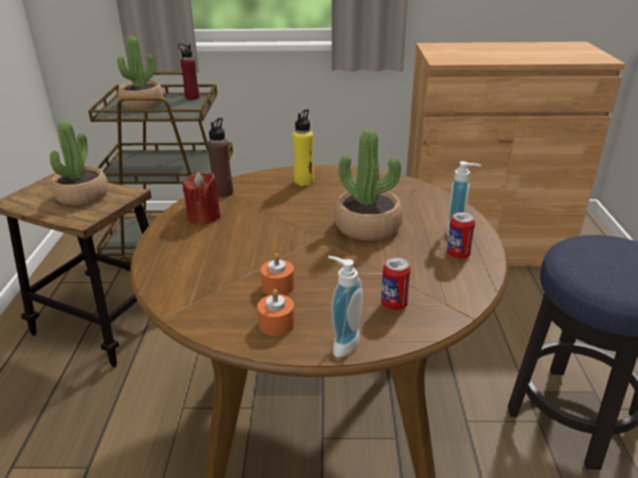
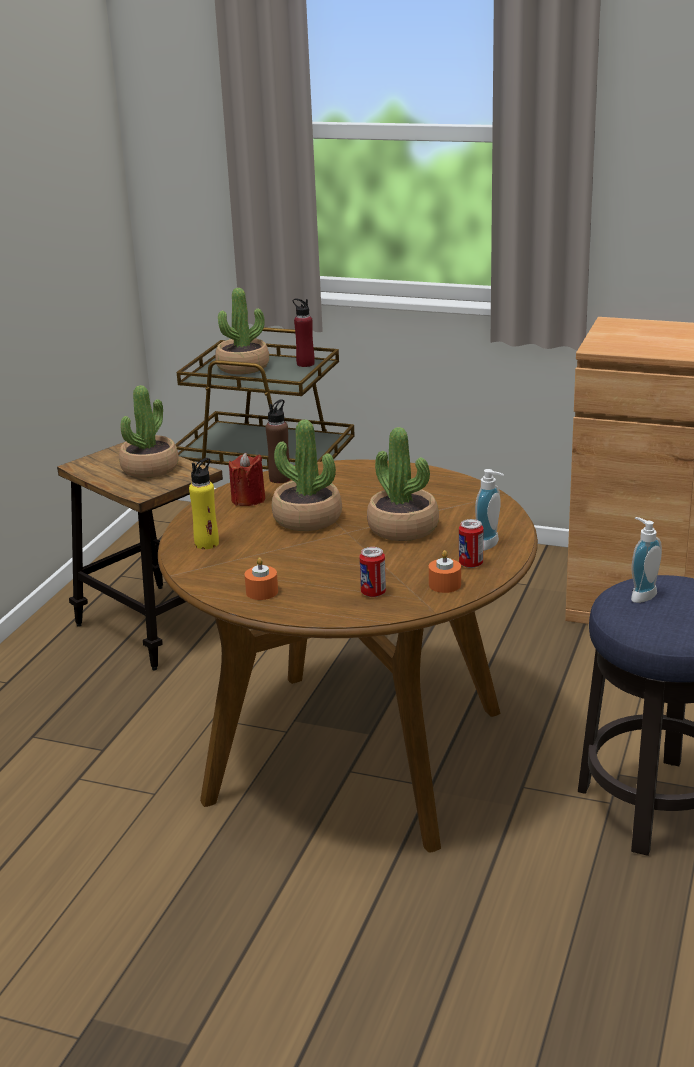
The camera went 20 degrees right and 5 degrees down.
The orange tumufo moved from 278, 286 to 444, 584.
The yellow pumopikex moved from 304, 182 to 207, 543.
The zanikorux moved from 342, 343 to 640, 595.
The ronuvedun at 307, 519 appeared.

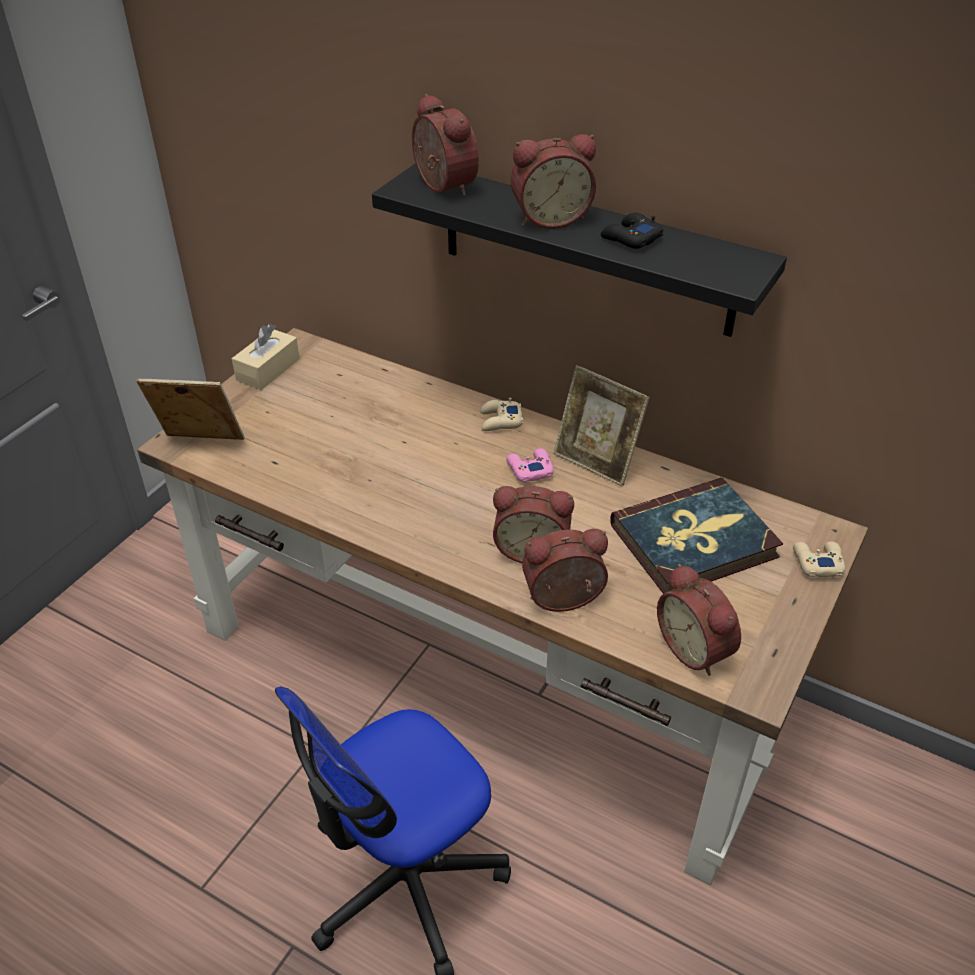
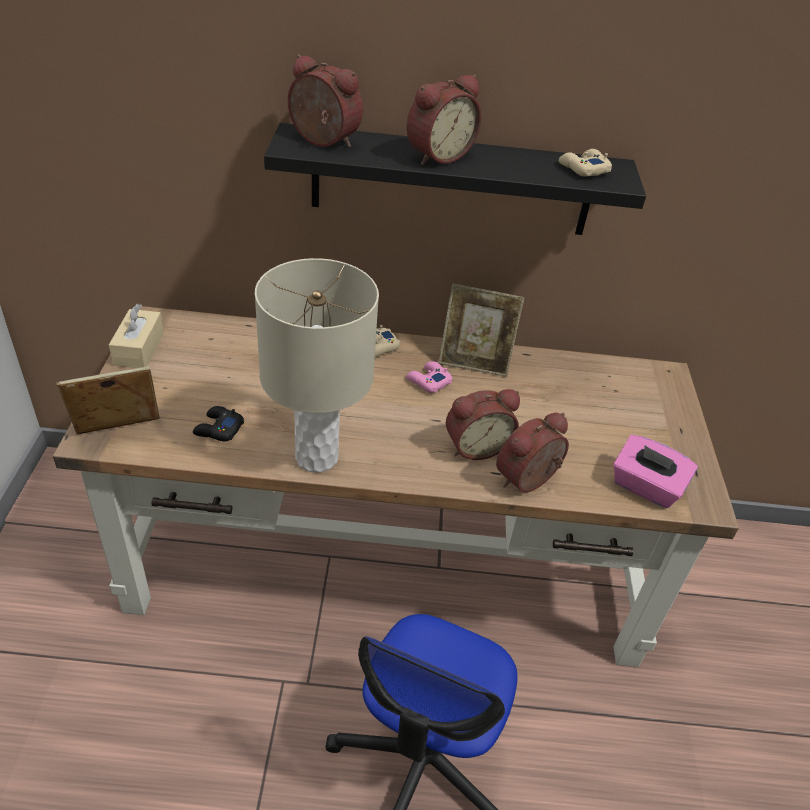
The camera went 30 degrees left and 0 degrees up.
The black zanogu moved from 630, 238 to 218, 429.
The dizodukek at 694, 541 disappeared.
The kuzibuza at 696, 648 was replaced by the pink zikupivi at 645, 487.
The beige zanogu moved from 817, 562 to 583, 169.
The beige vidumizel at 317, 457 appeared.

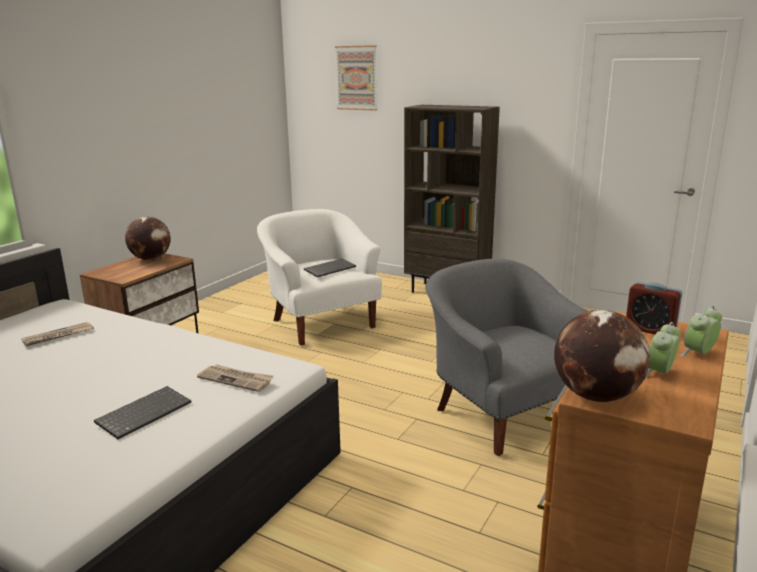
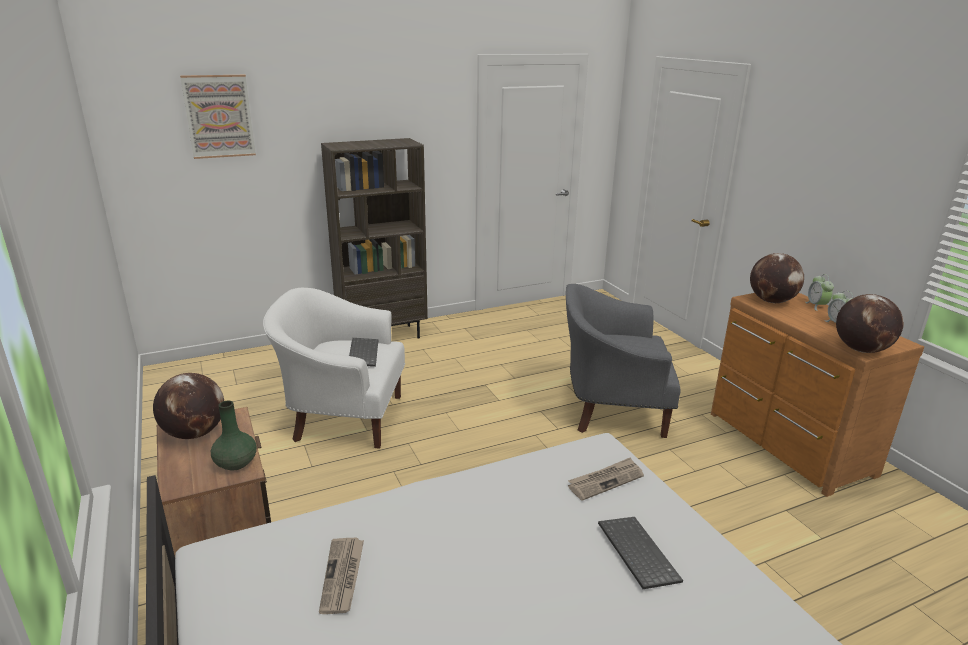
The camera went 55 degrees left and 5 degrees up.
The kuzibuza at 650, 329 was replaced by the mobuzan at 771, 301.
The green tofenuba at 236, 463 appeared.

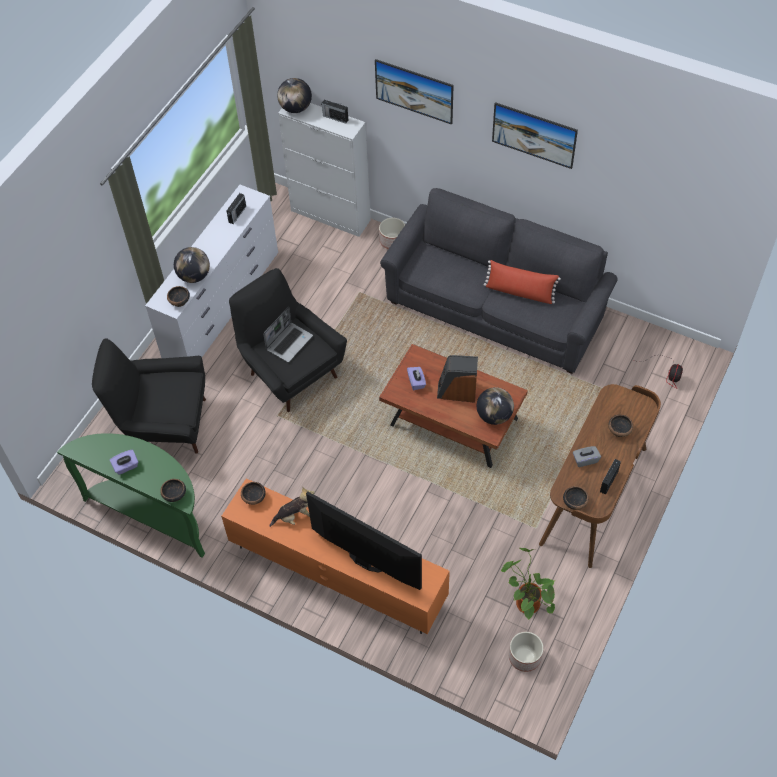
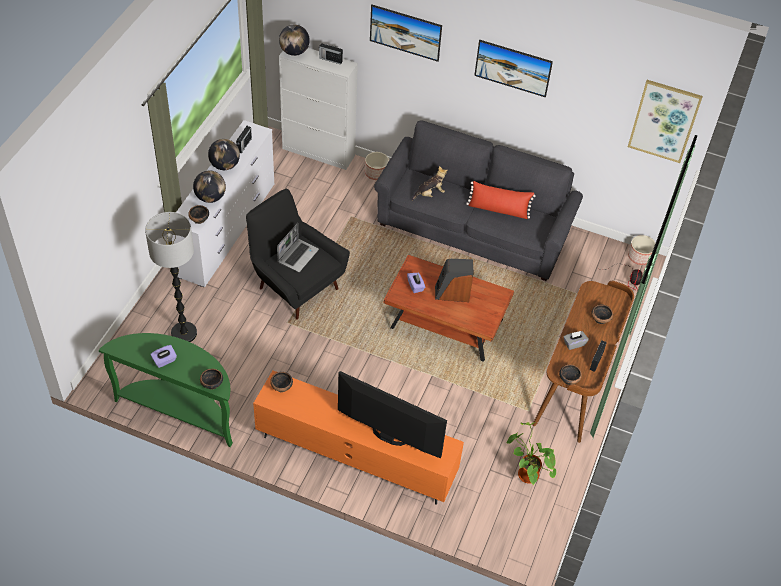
The camera went 10 degrees left and 5 degrees down.
The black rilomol at 164, 424 was replaced by the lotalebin at 184, 333.
The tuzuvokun moved from 295, 516 to 430, 193.
The mobuzan moved from 494, 416 to 225, 165.
The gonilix moved from 524, 656 to 639, 256.
The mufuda at 664, 121 appeared.

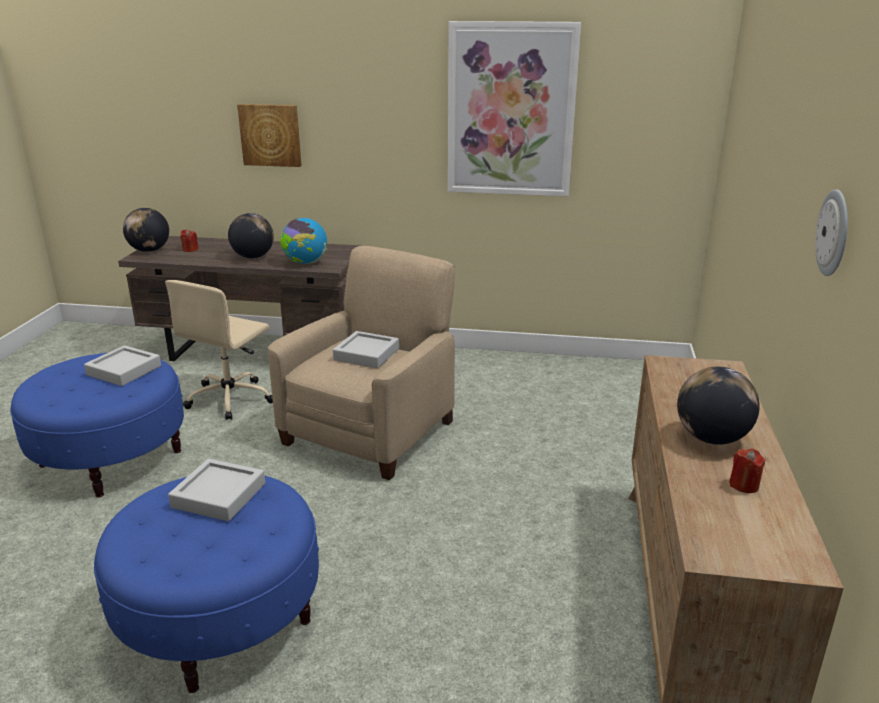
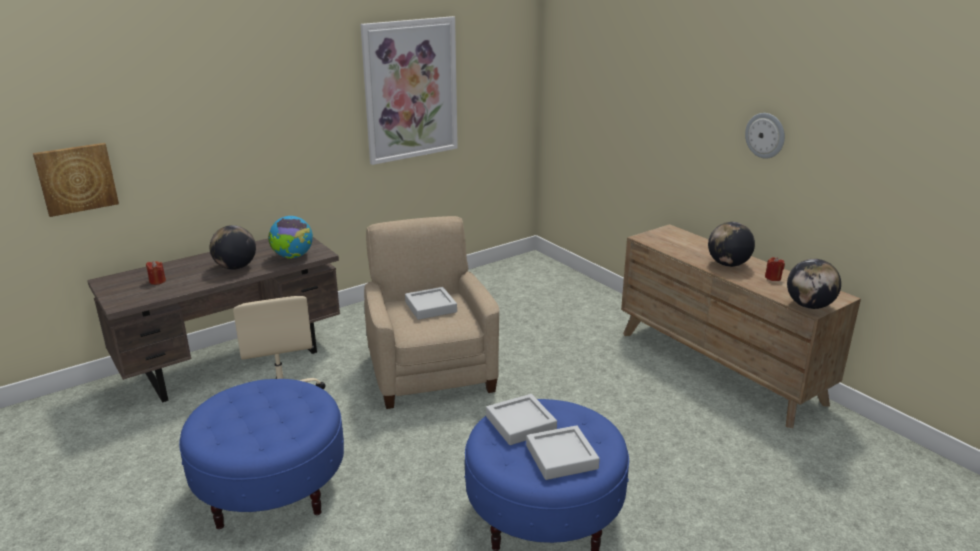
The camera went 45 degrees left and 0 degrees up.
The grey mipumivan moved from 124, 370 to 561, 457.
The mobuzan moved from 149, 250 to 809, 306.
The mufuda moved from 270, 135 to 76, 178.

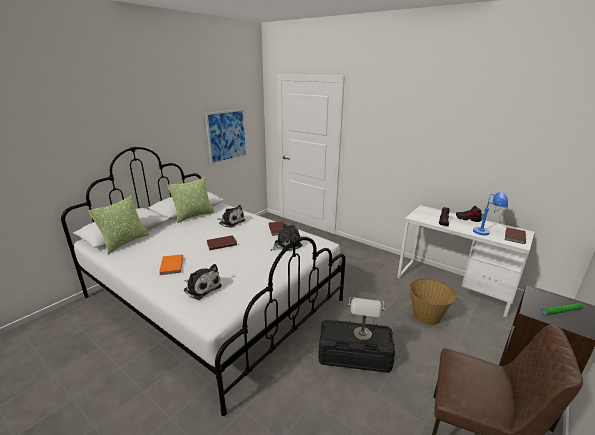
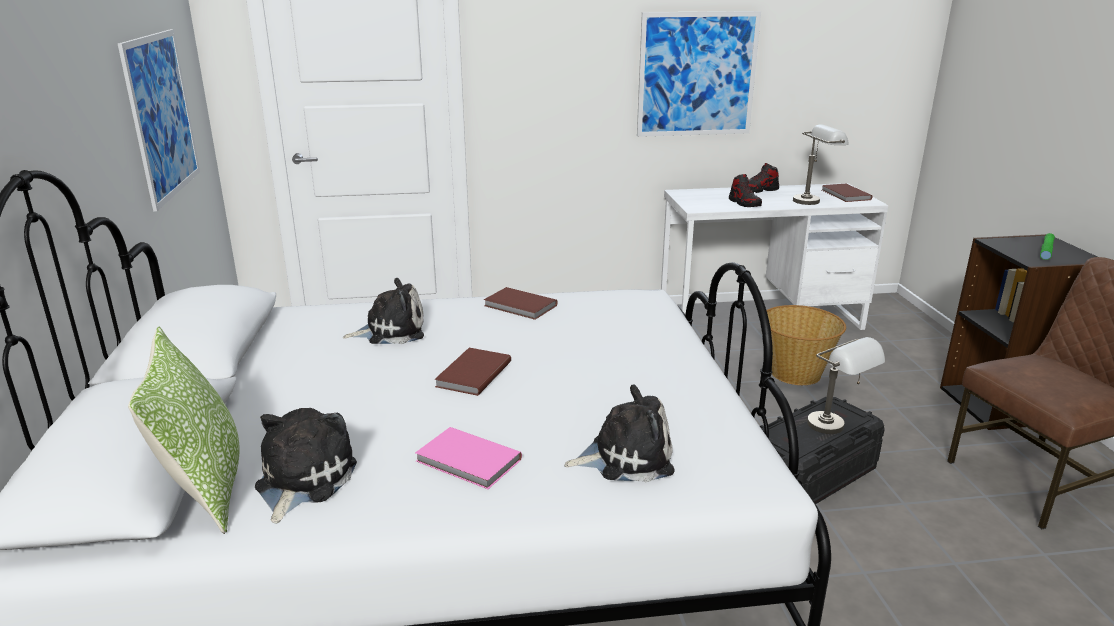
The camera went 45 degrees left and 0 degrees up.
The orange dizodukek at 171, 266 became the pink dizodukek at 468, 462.
The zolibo at 194, 216 disappeared.
The tuzuvokun moved from 286, 244 to 302, 480.
The blue vidumizel at 486, 233 became the grey vidumizel at 813, 200.
The mufuda at 697, 74 appeared.

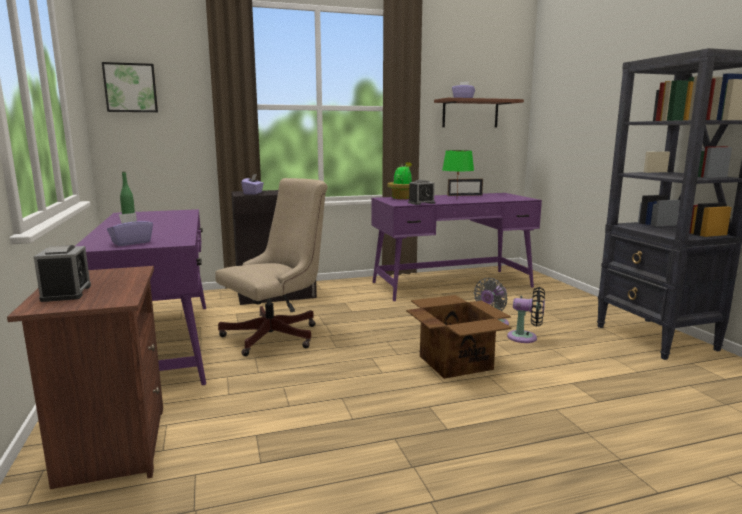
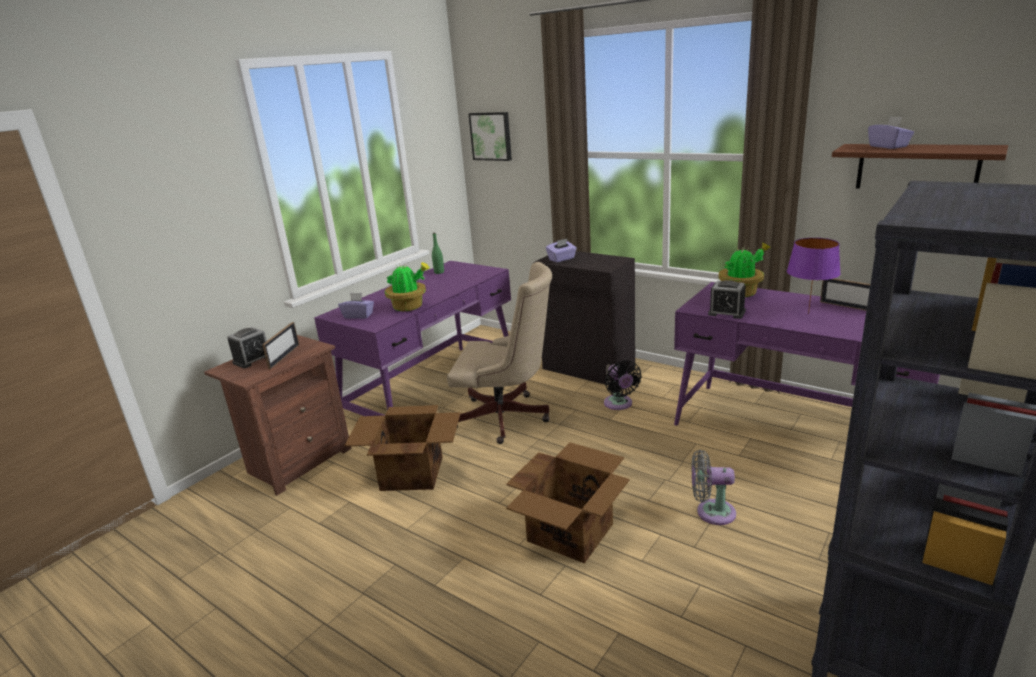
The camera went 55 degrees right and 10 degrees up.
The green vidumizel at 456, 198 became the purple vidumizel at 808, 313.
The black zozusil moved from 525, 338 to 619, 404.
The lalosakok at 284, 356 appeared.
The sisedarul at 411, 473 appeared.
The ronuvedun at 409, 307 appeared.

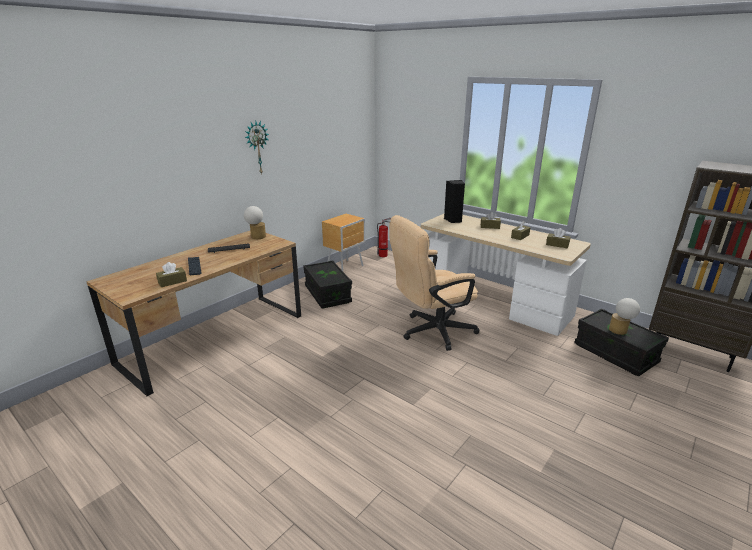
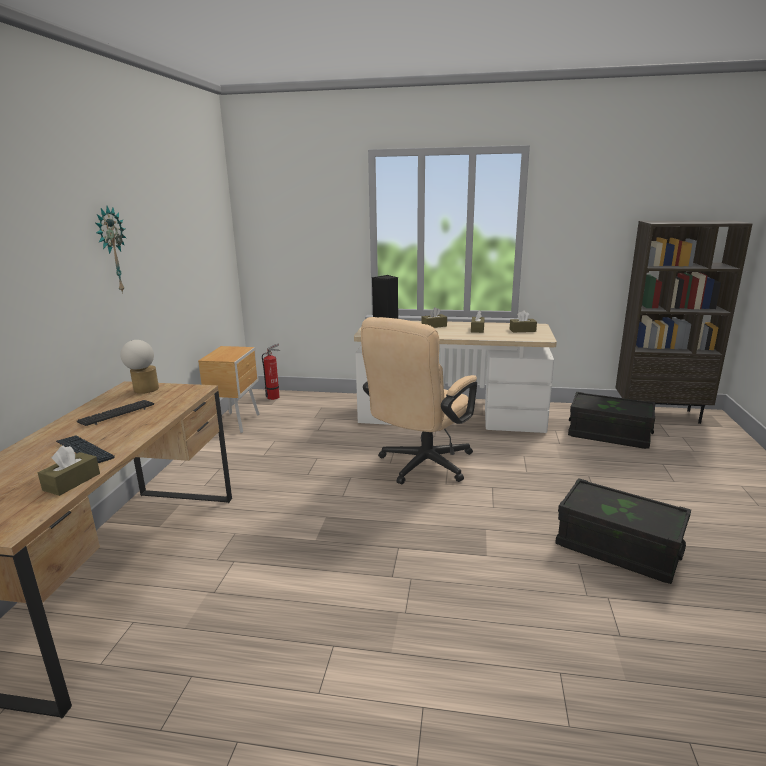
The camera went 30 degrees left and 5 degrees down.
The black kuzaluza moved from 327, 294 to 617, 548.
The vidumizel at 620, 331 disappeared.

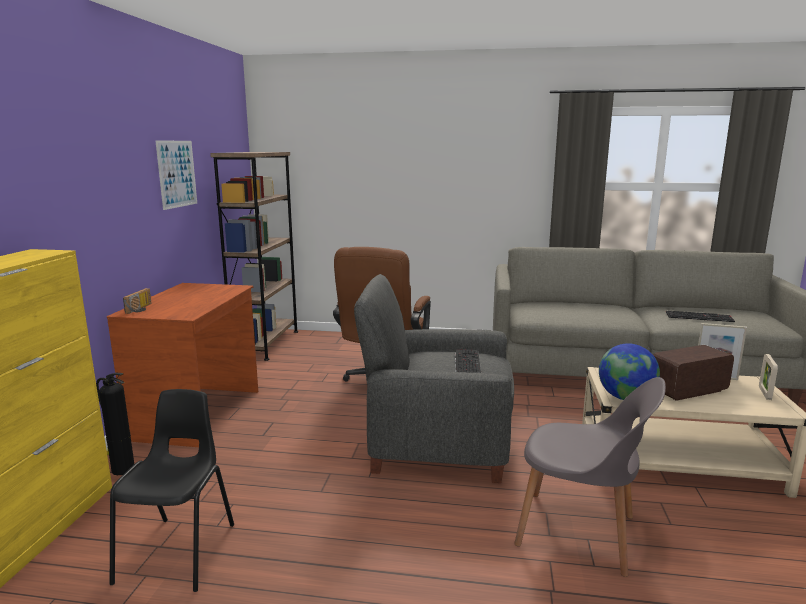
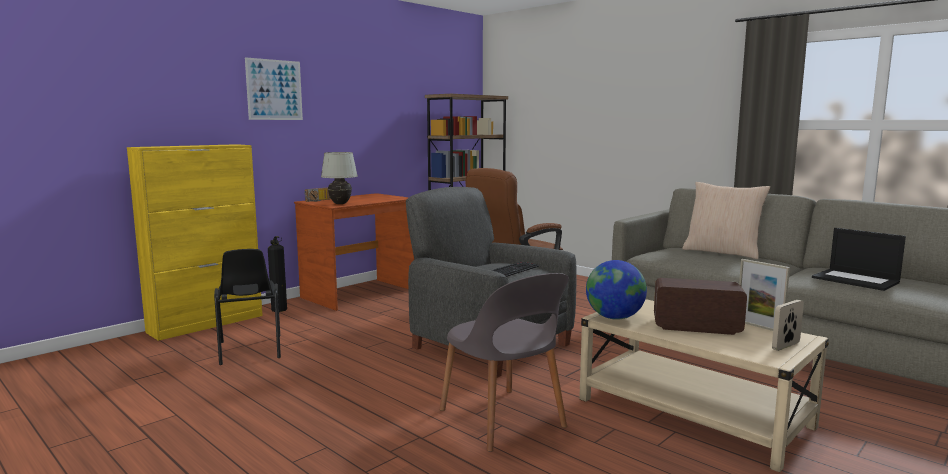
The camera went 35 degrees right and 5 degrees down.
The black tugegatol at 179, 552 turned 120 degrees clockwise.
The mufuda moved from 177, 174 to 274, 90.
The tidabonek at 699, 317 was replaced by the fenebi at 856, 280.
The white vidumizel at 340, 204 appeared.
The beige zolibo at 722, 252 appeared.

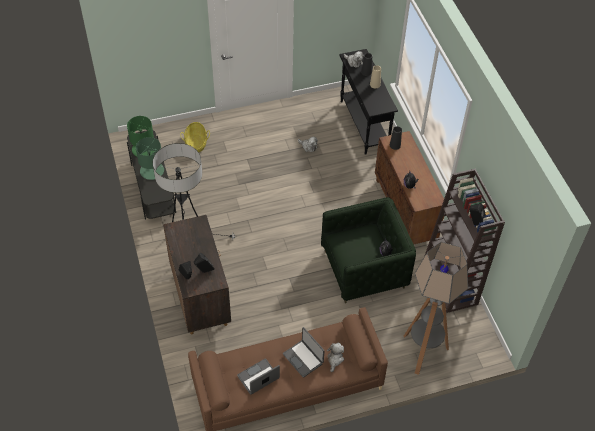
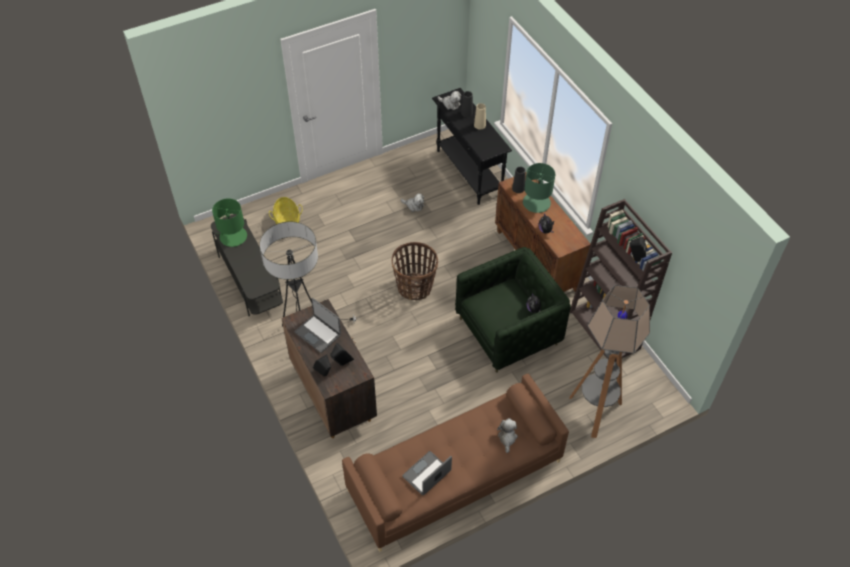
The camera went 10 degrees left and 0 degrees up.
The green vidumizel moved from 152, 170 to 536, 202.
The fenebi moved from 303, 358 to 318, 333.
The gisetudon at 415, 287 appeared.

